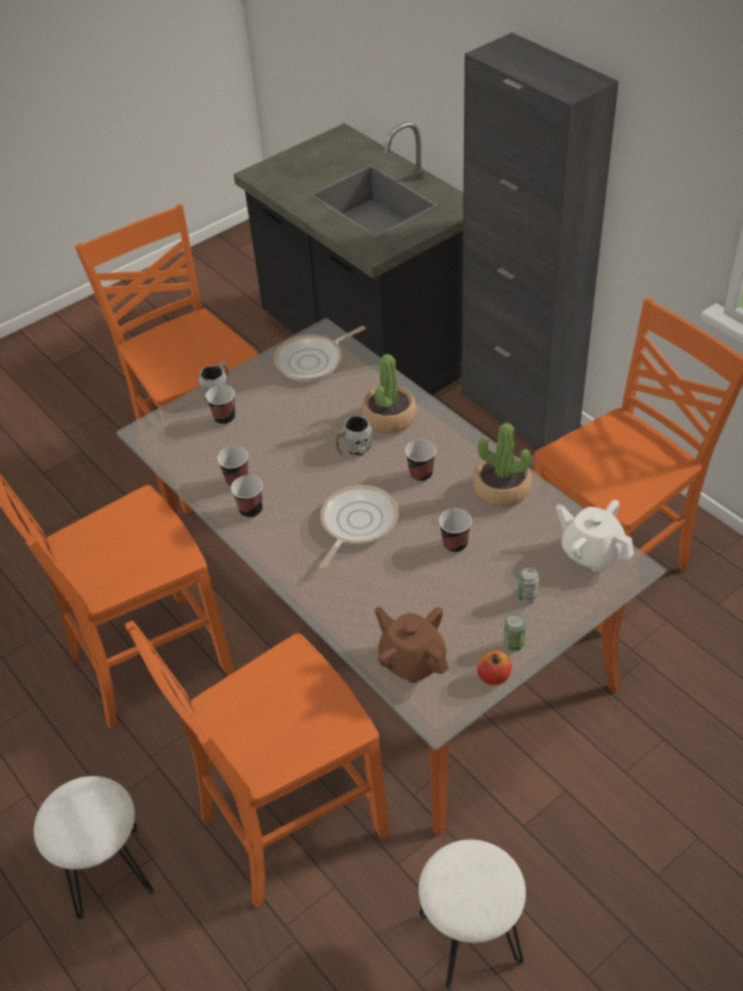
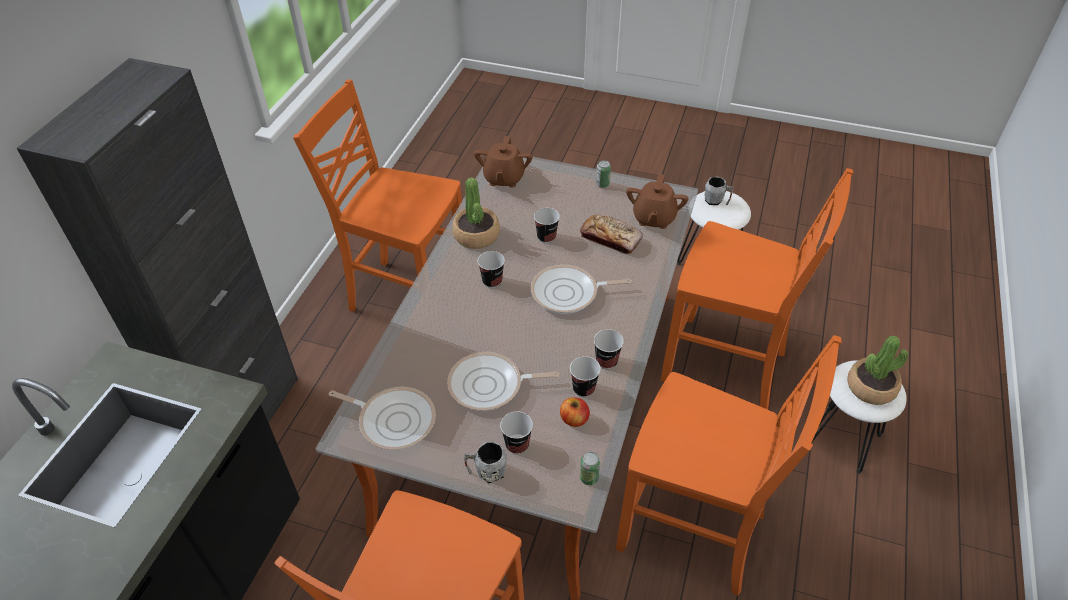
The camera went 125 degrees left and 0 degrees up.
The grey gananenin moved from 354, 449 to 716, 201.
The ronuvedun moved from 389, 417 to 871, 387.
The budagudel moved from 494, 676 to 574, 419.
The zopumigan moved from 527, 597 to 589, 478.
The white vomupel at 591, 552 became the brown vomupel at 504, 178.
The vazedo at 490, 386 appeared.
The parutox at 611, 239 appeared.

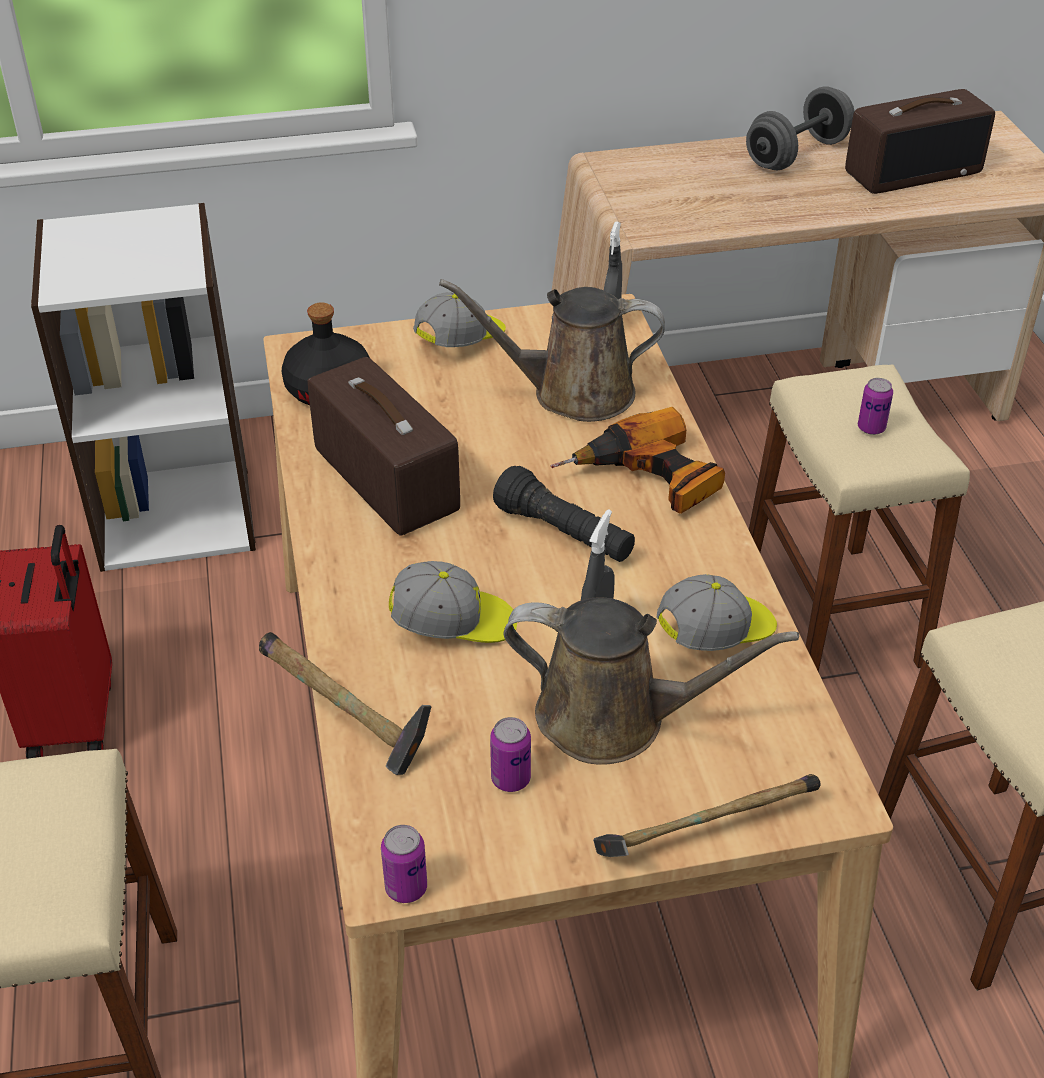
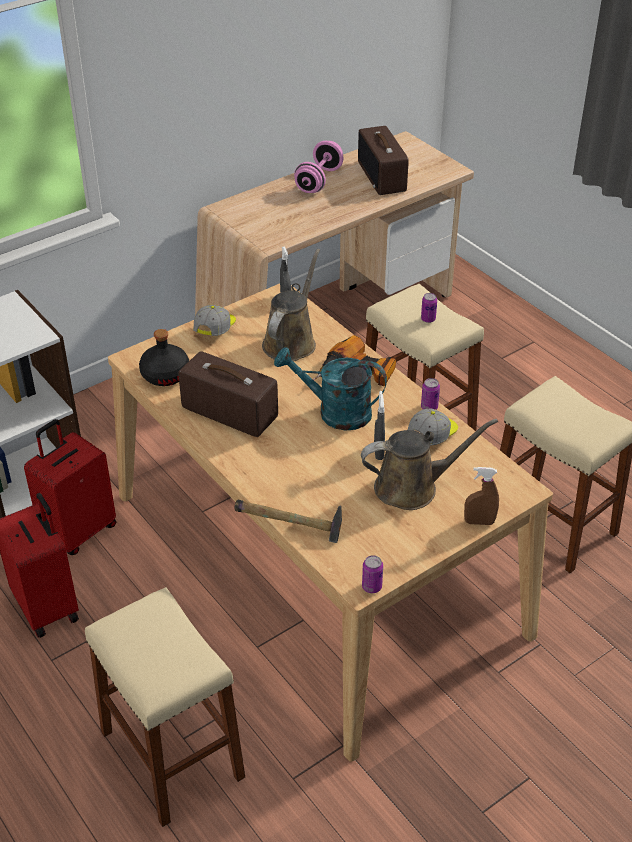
The camera went 25 degrees left and 0 degrees up.
The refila at 454, 624 disappeared.
The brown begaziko at 572, 393 turned 135 degrees clockwise.
The zopumigan moved from 510, 779 to 429, 407.
The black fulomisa at 564, 534 was replaced by the turquoise begaziko at 335, 412.
The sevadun at 701, 834 was replaced by the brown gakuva at 479, 522.
The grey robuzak at 797, 154 became the pink robuzak at 319, 180.
The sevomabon at 913, 171 turned 120 degrees clockwise.
The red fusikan at 78, 531 appeared.

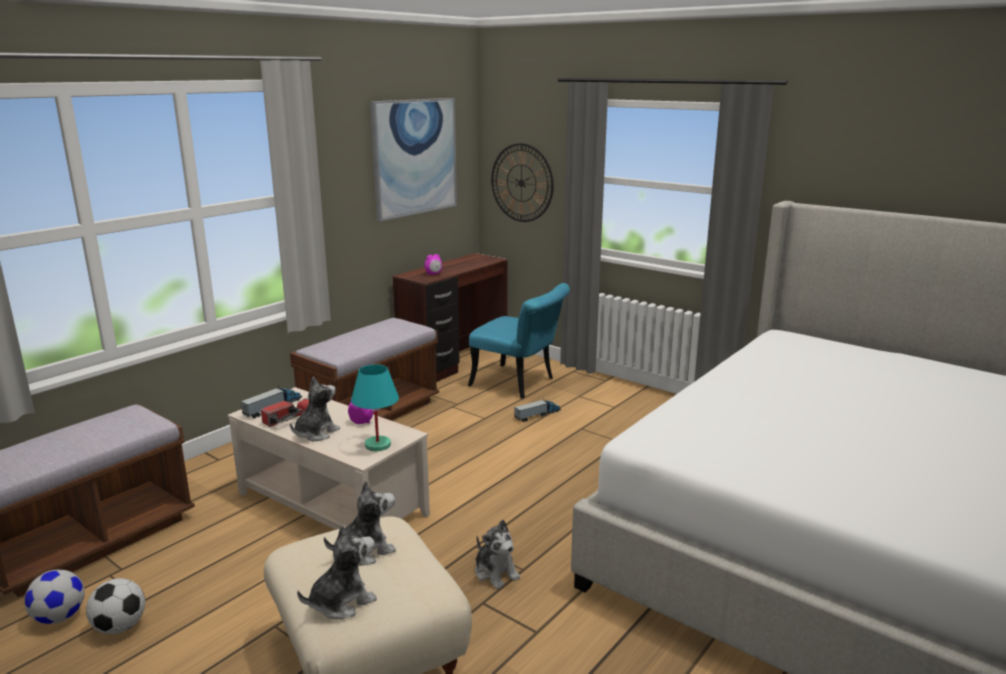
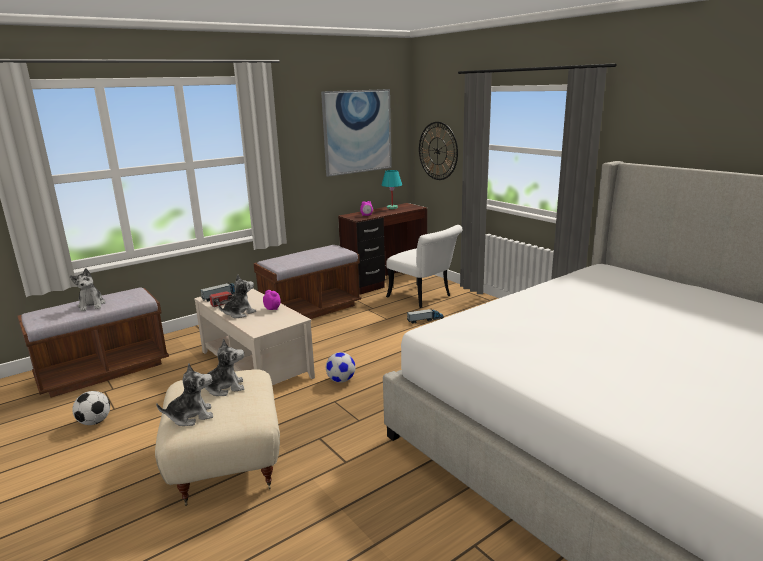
The camera went 15 degrees right and 0 degrees up.
The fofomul moved from 59, 617 to 341, 380.
The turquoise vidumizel moved from 377, 445 to 392, 207.
The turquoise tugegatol at 519, 383 became the white tugegatol at 424, 298.
The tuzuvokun moved from 496, 572 to 92, 305.

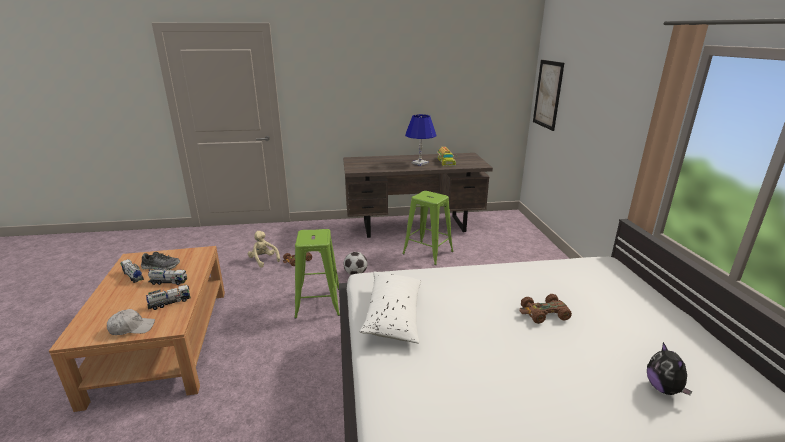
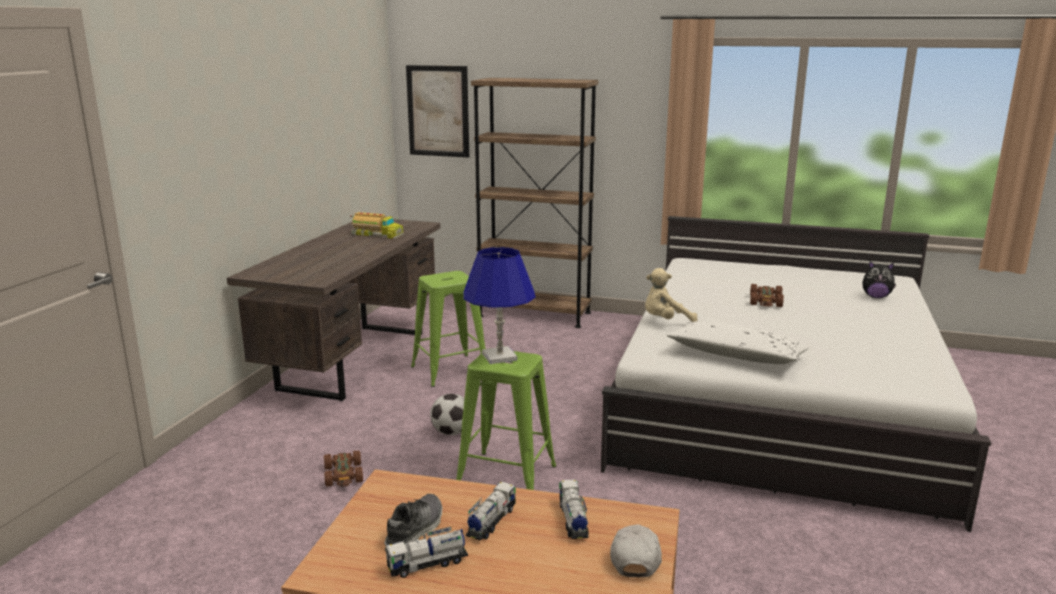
The camera went 65 degrees left and 5 degrees down.
The beige tuzuvokun moved from 263, 260 to 665, 321.
The blue vidumizel moved from 420, 163 to 499, 357.
The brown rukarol at 534, 314 appeared.

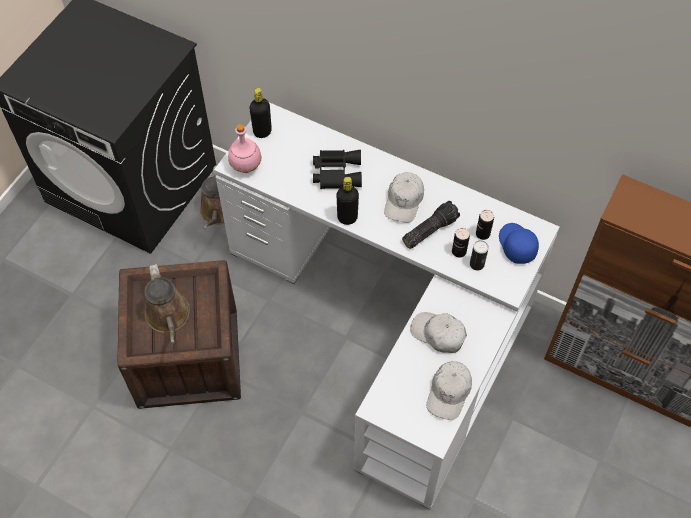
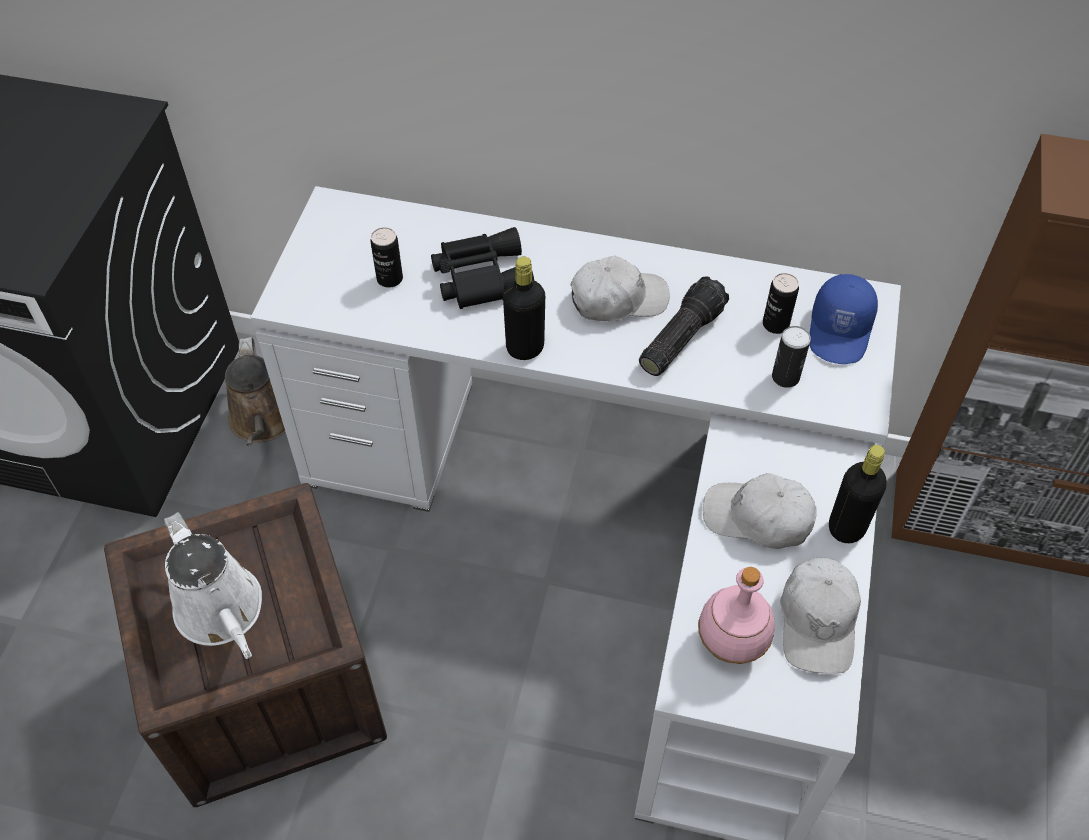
The camera went 15 degrees left and 5 degrees down.
The brown begaziko at 169, 317 became the white begaziko at 222, 613.
The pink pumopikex moved from 246, 167 to 730, 643.
The black pumopikex moved from 262, 131 to 846, 527.
The white refila at 404, 201 turned 105 degrees counterclockwise.
The zopumigan moved from 459, 251 to 389, 278.
The blue refila at 516, 245 turned 135 degrees counterclockwise.

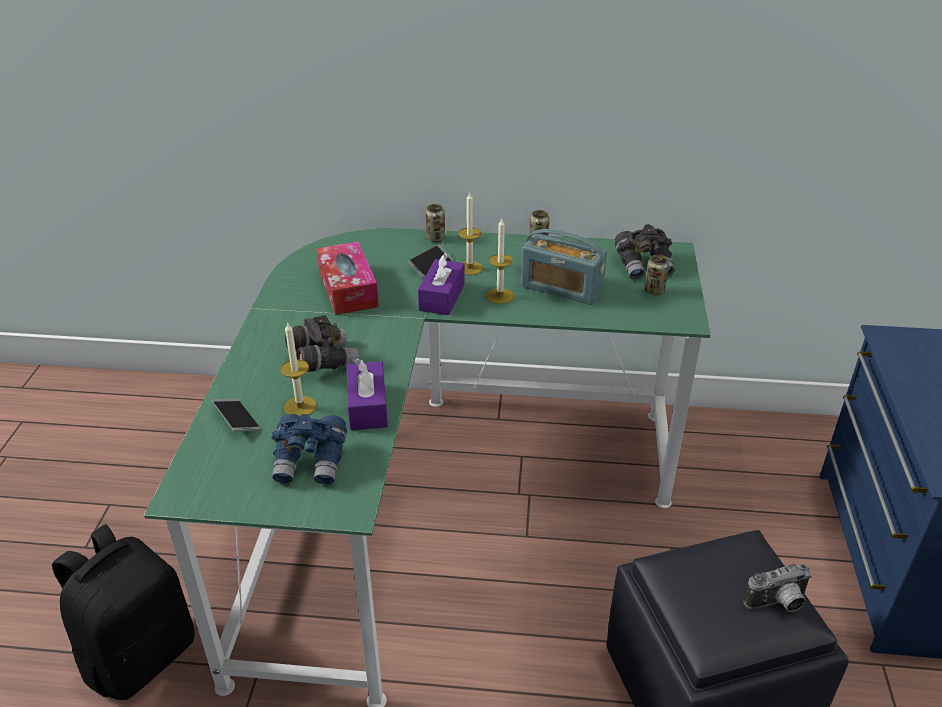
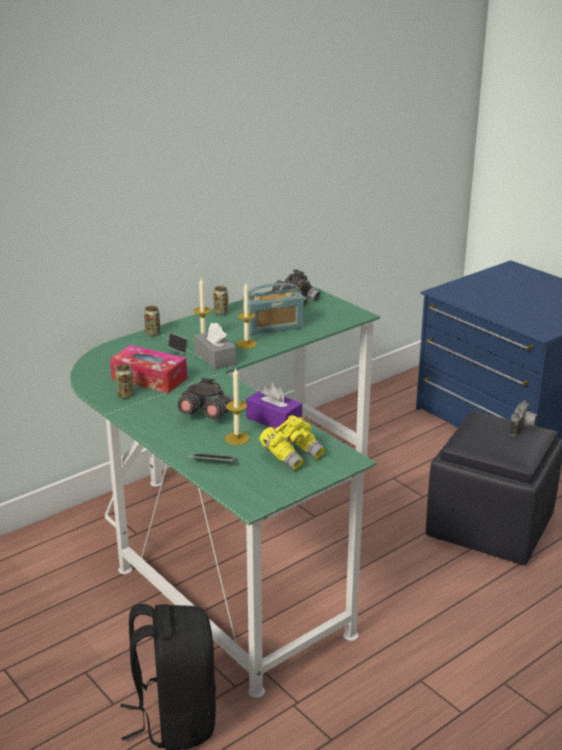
The camera went 45 degrees left and 10 degrees down.
The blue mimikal at 311, 462 became the yellow mimikal at 292, 455.
The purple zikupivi at 442, 297 became the grey zikupivi at 215, 358.
The zopumigan moved from 654, 291 to 125, 395.

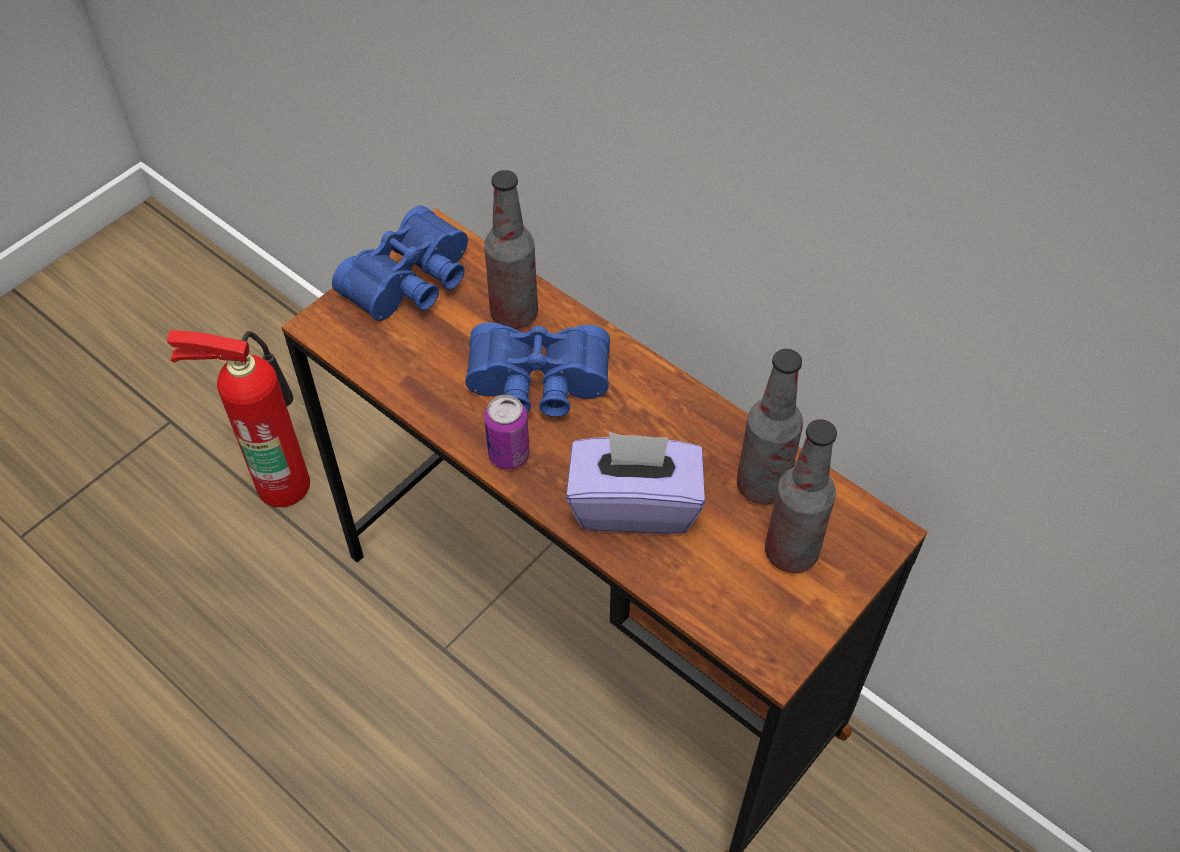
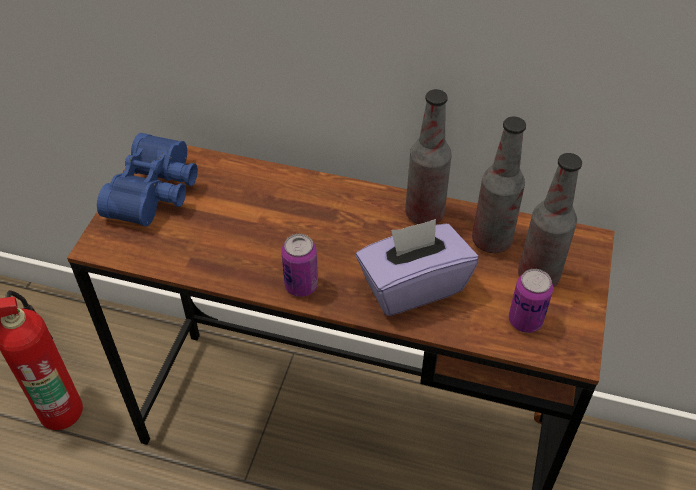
The camera went 25 degrees left and 5 degrees down.
The blue mimikal at 538, 385 disappeared.
The pumopikex moved from 514, 314 to 424, 213.
The zopumigan at 525, 320 appeared.

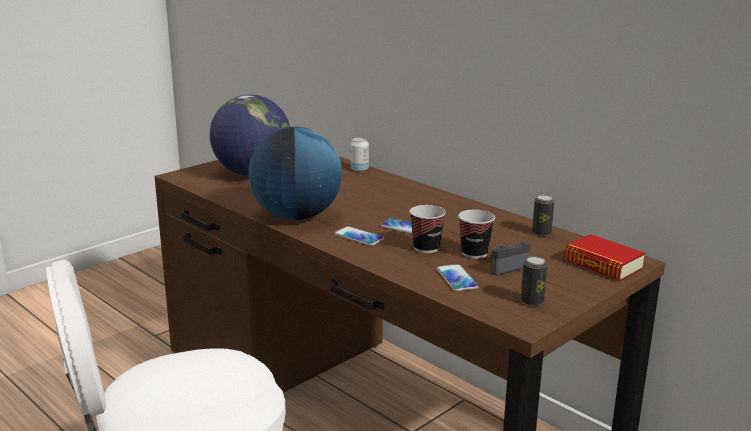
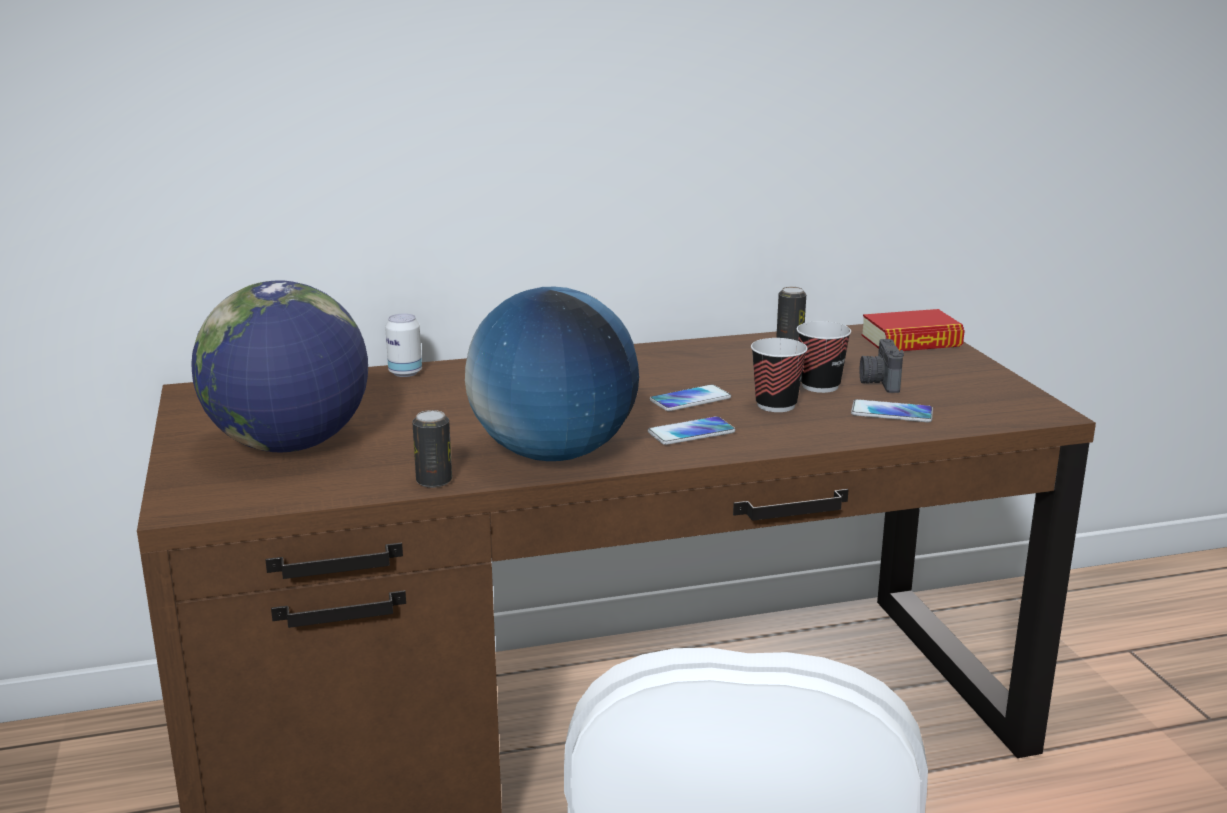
The camera went 60 degrees left and 0 degrees up.
The zopumigan moved from 532, 301 to 434, 481.

